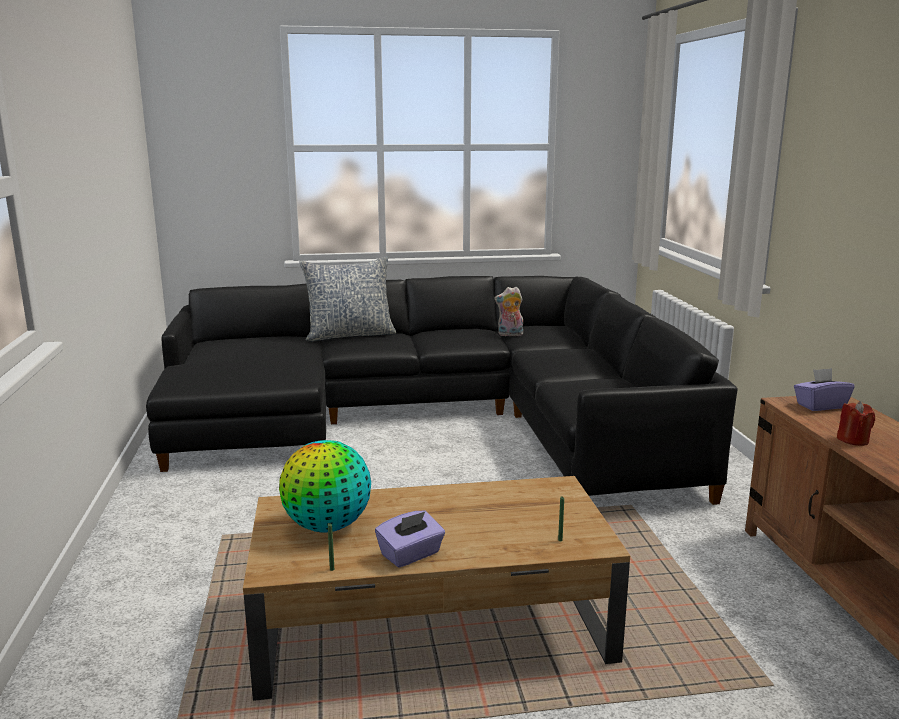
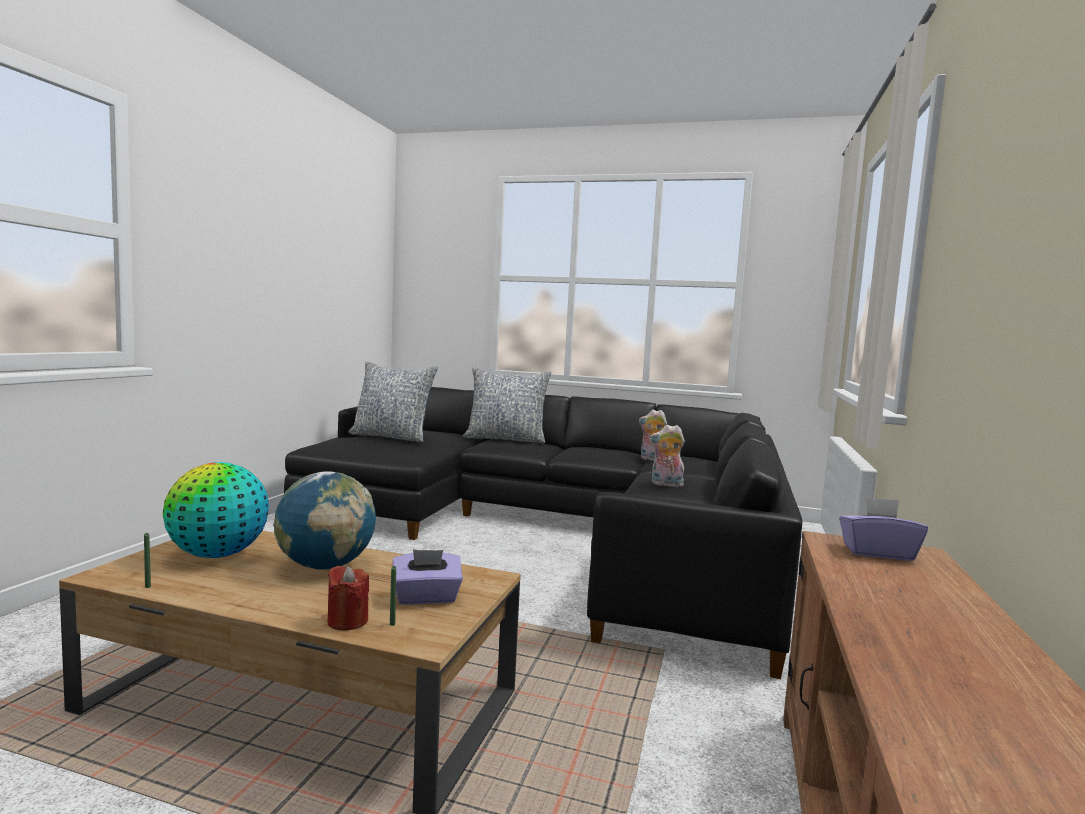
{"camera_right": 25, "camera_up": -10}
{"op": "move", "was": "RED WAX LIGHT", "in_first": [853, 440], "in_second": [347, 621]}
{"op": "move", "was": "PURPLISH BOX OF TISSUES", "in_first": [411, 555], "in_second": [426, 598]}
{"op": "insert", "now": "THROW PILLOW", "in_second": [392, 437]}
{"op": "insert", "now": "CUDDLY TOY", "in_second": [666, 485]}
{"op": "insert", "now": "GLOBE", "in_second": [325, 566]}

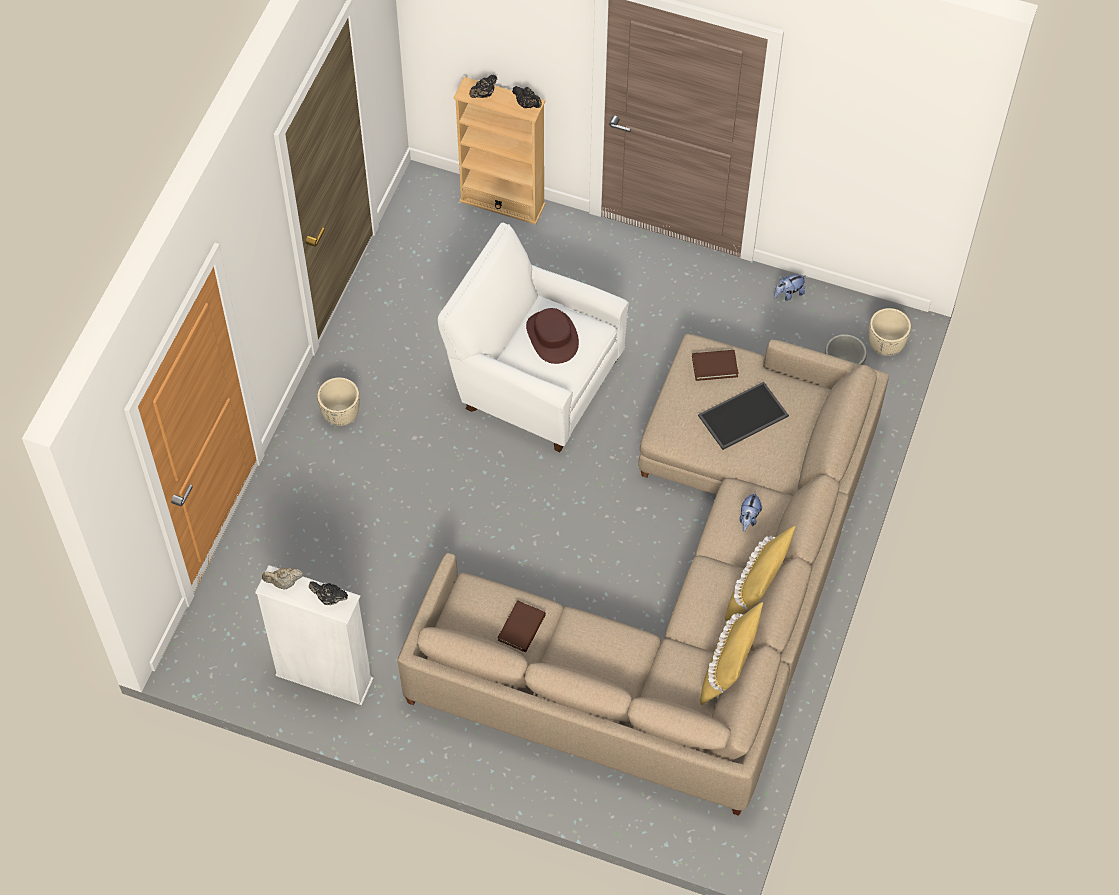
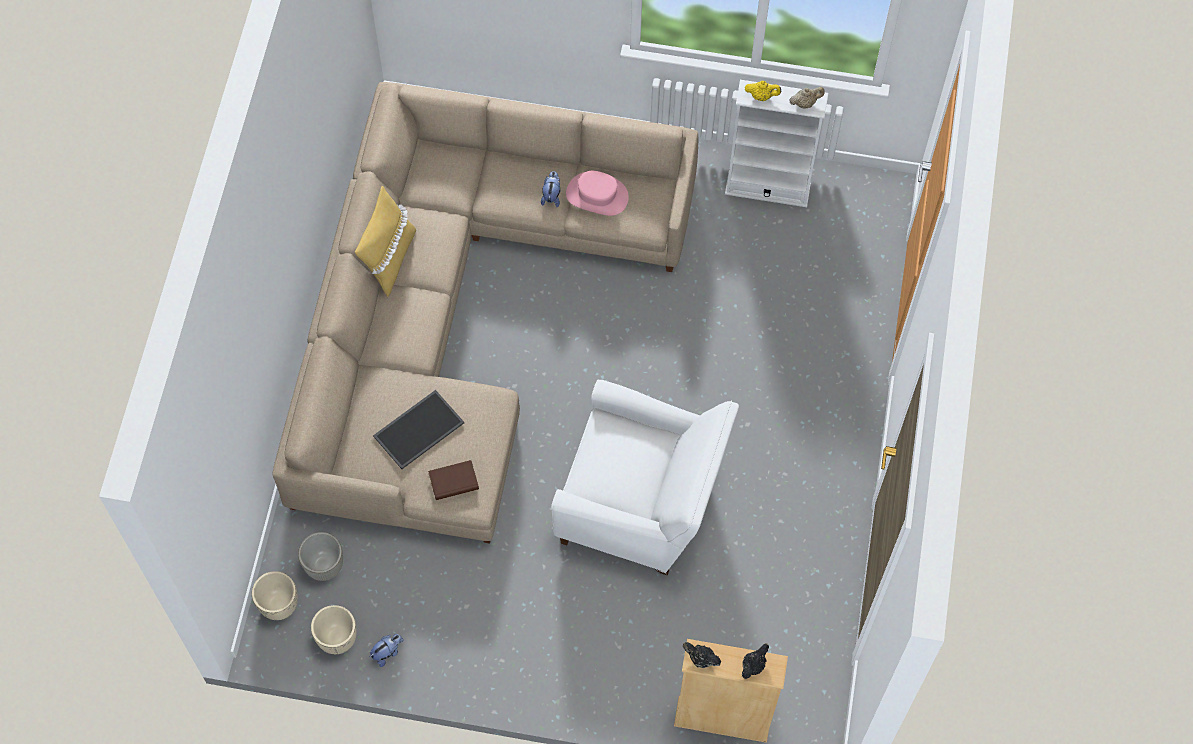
{"camera_right": 170, "camera_up": 5}
{"op": "delete", "was": "BROWN CLOTHING HAT", "in_first": [552, 337]}
{"op": "move", "was": "BEIGE-COLOURED FLOWER POT", "in_first": [340, 415], "in_second": [338, 639]}
{"op": "move", "was": "CUDDLY TOY", "in_first": [748, 518], "in_second": [551, 195]}
{"op": "recolor", "was": "BLACK-COLOURED POT FOR TEA", "now": "YELLOW POT FOR TEA", "in_first": [329, 598], "in_second": [761, 96]}
{"op": "replace", "was": "BROWN BOUND BOOK", "now": "PINK-COLOURED CLOTHING HAT", "in_first": [521, 628], "in_second": [597, 195]}
{"op": "delete", "was": "YELLOW THROW PILLOW", "in_first": [728, 671]}

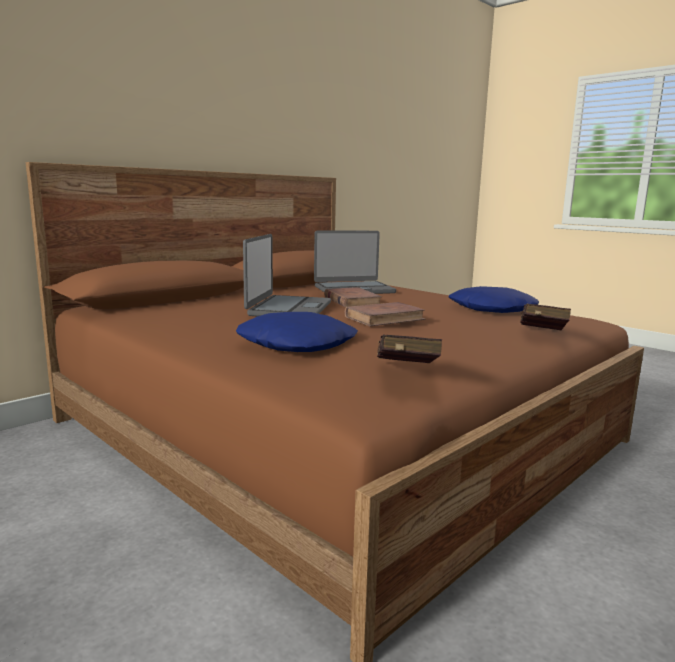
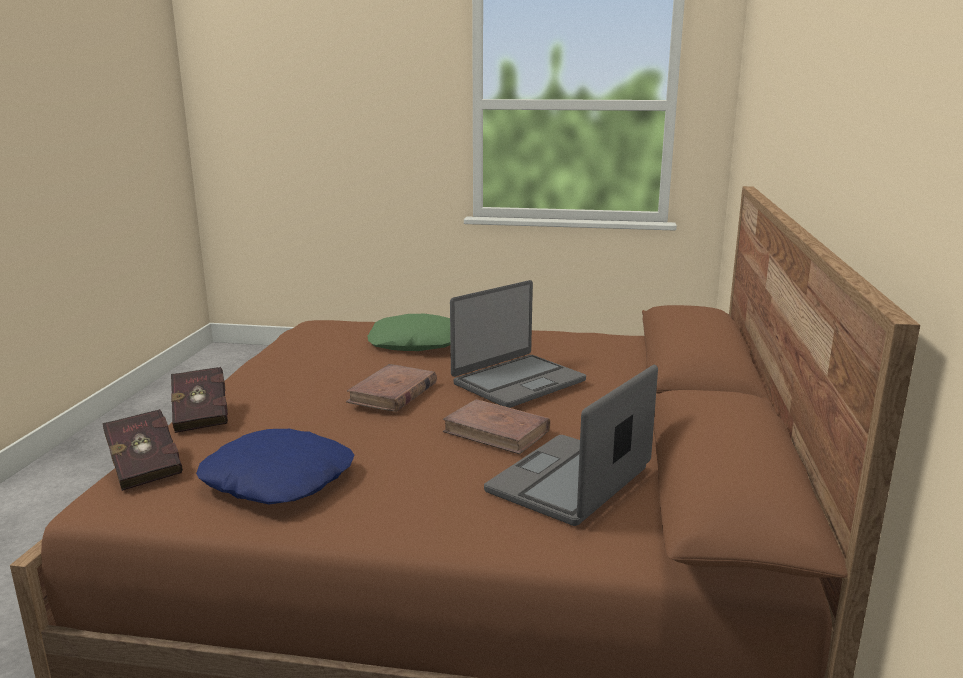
{"camera_right": 145, "camera_up": 5}
{"op": "rotate", "was": "PORTABLE COMPUTER", "in_first": [288, 309], "in_second": [517, 382], "clockwise": -105}
{"op": "recolor", "was": "BLUE-COLOURED THROW PILLOW", "now": "GREEN THROW PILLOW", "in_first": [297, 344], "in_second": [414, 343]}
{"op": "move", "was": "RED BOUND BOOK", "in_first": [405, 373], "in_second": [145, 467]}

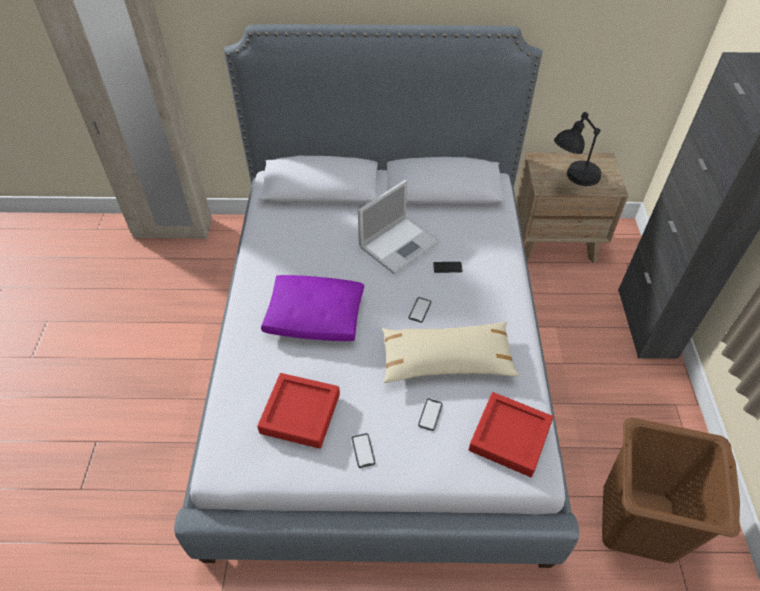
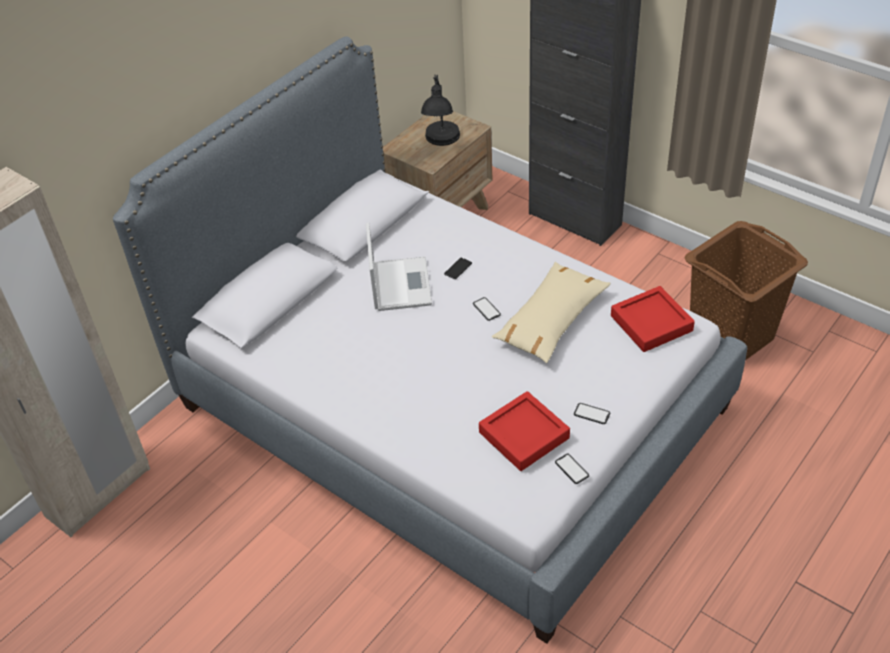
{"camera_right": -50, "camera_up": -5}
{"op": "delete", "was": "PURPLISH THROW PILLOW", "in_first": [316, 316]}
{"op": "move", "was": "HANDSET", "in_first": [430, 415], "in_second": [571, 469]}

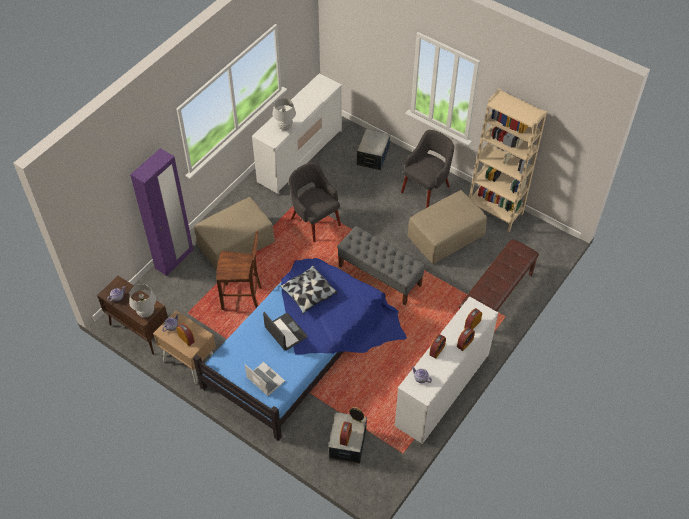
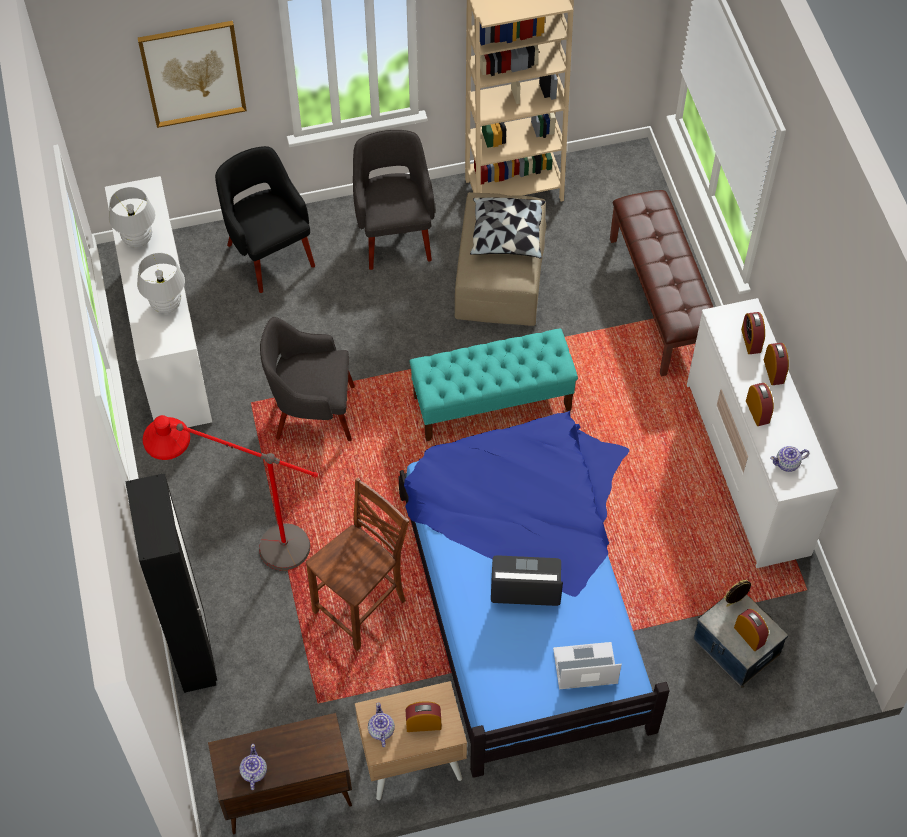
{"camera_right": -50, "camera_up": 5}
{"op": "replace", "was": "STORAGE BOX", "now": "BLACK-COLOURED EASY CHAIR", "in_first": [373, 157], "in_second": [269, 254]}
{"op": "recolor", "was": "PURPLISH CLOTHES CUPBOARD", "now": "BLACK-COLOURED CLOTHES CUPBOARD", "in_first": [174, 259], "in_second": [194, 652]}
{"op": "replace", "was": "BEIGE-COLOURED FOOTREST", "now": "RED STANDING LAMP", "in_first": [235, 243], "in_second": [248, 545]}
{"op": "recolor", "was": "GREY BENCH", "now": "TURQUOISE BENCH", "in_first": [379, 276], "in_second": [491, 403]}
{"op": "move", "was": "THROW PILLOW", "in_first": [308, 294], "in_second": [507, 236]}
{"op": "move", "was": "WHITE-COLOURED LAMP FOR A TABLE", "in_first": [146, 312], "in_second": [138, 239]}
{"op": "insert", "now": "PICTURE", "in_second": [193, 73]}

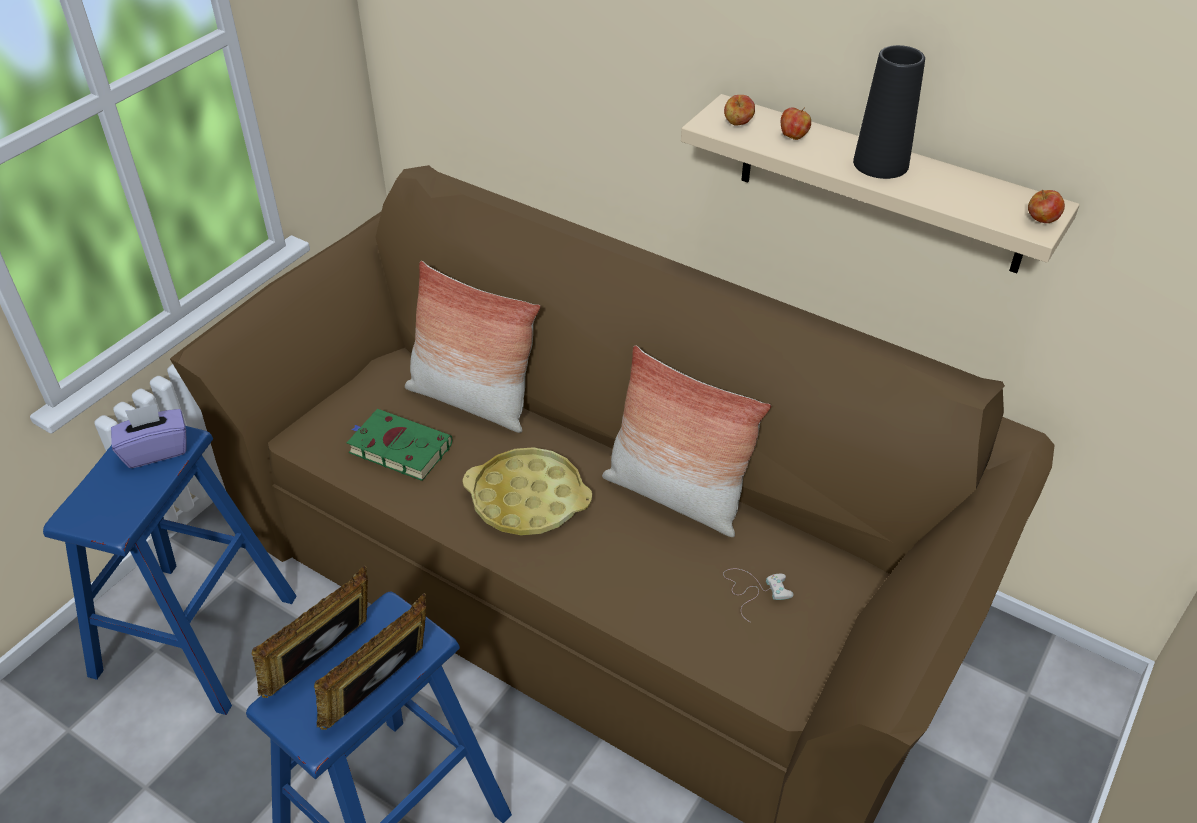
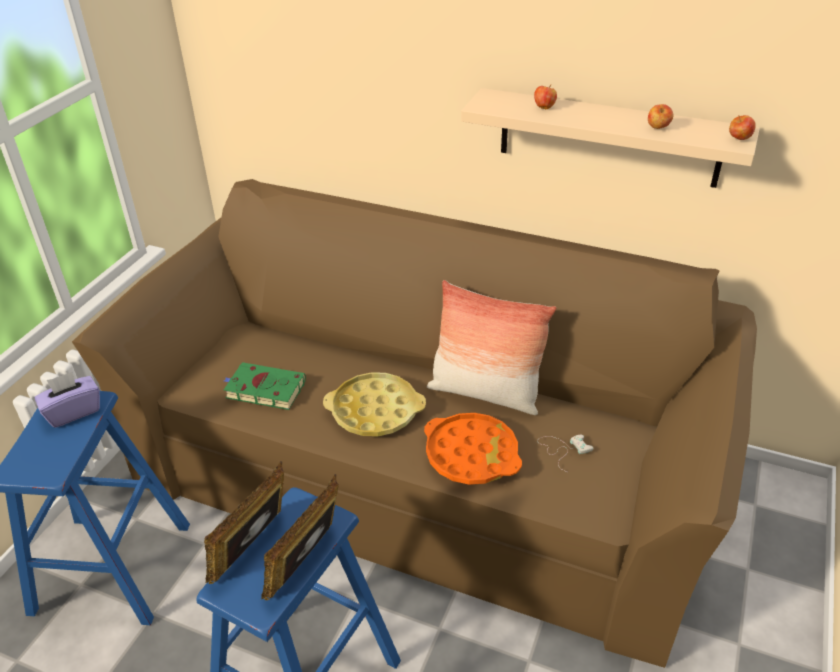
{"camera_right": -10, "camera_up": -5}
{"op": "delete", "was": "BLACK-COLOURED FLOWER VASE", "in_first": [880, 163]}
{"op": "move", "was": "APPLE", "in_first": [738, 124], "in_second": [658, 128]}
{"op": "delete", "was": "THROW PILLOW", "in_first": [471, 400]}
{"op": "insert", "now": "ORANGE-COLOURED SERVING TRAY", "in_second": [471, 454]}

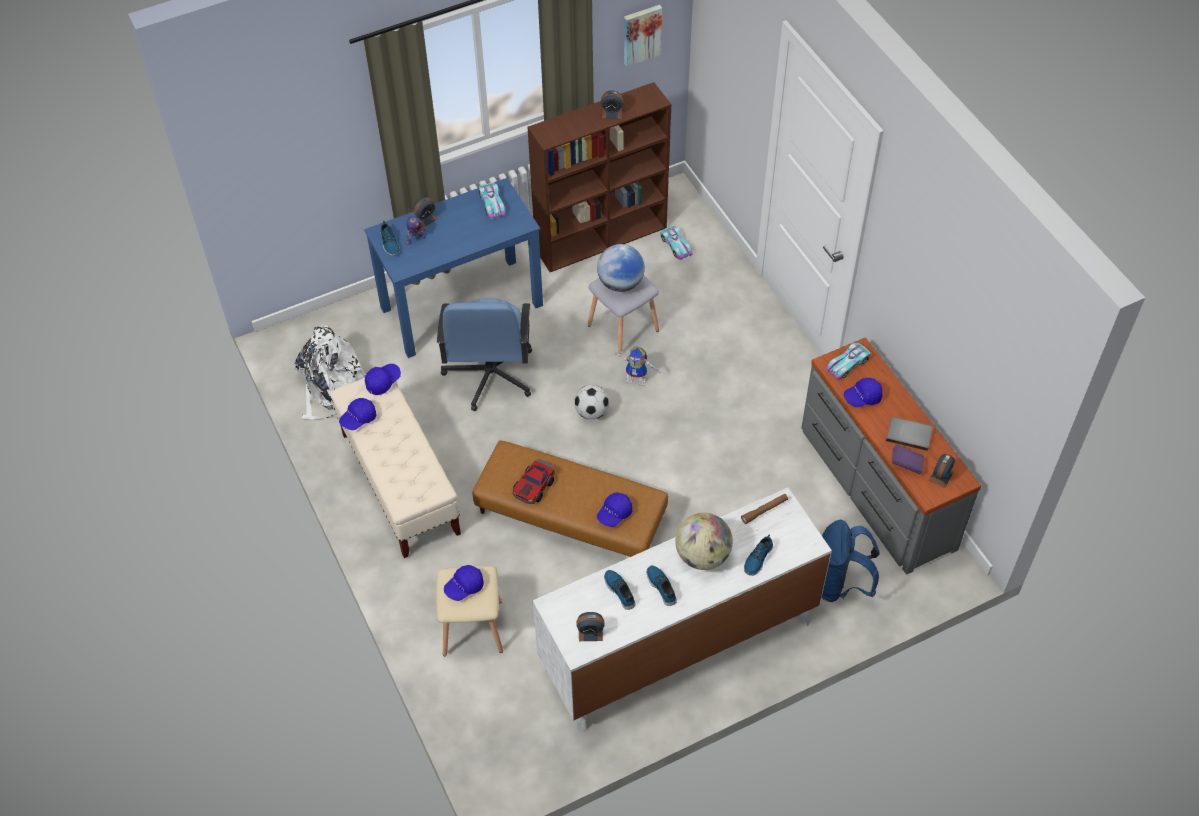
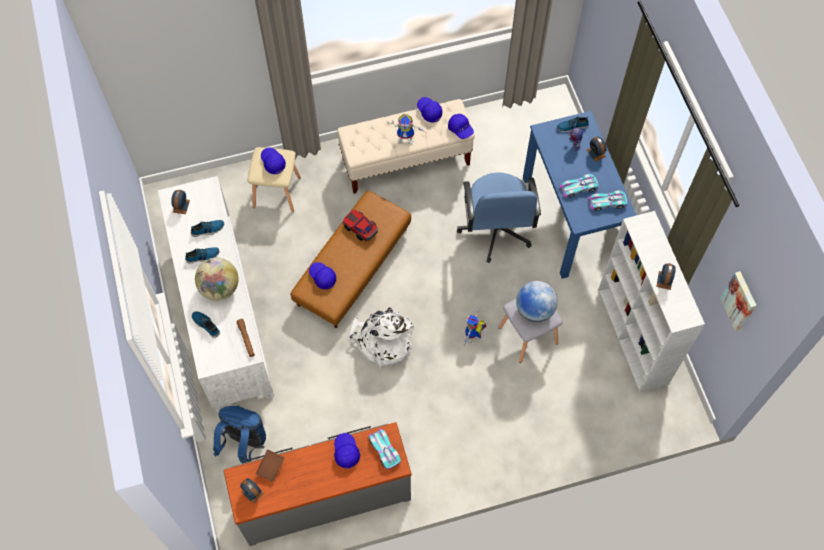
{"camera_right": 100, "camera_up": 10}
{"op": "recolor", "was": "BROWN BOOKSHELF", "now": "WHITE-COLOURED BOOKSHELF", "in_first": [602, 238], "in_second": [633, 337]}
{"op": "move", "was": "MODEL CAR", "in_first": [676, 245], "in_second": [578, 188]}
{"op": "rotate", "was": "BLUE-COLOURED COMPUTER CHAIR", "in_first": [489, 375], "in_second": [495, 230], "clockwise": -105}
{"op": "move", "was": "WHITE-COLOURED KNAPSACK", "in_first": [330, 387], "in_second": [383, 342]}
{"op": "delete", "was": "BALL FOR FOOTBALL", "in_first": [592, 412]}
{"op": "delete", "was": "GREY BOUND BOOK", "in_first": [909, 433]}
{"op": "recolor", "was": "PURPLISH BOUND BOOK", "now": "BROWN BOUND BOOK", "in_first": [906, 464], "in_second": [271, 468]}
{"op": "insert", "now": "TOY ROBOT", "in_second": [407, 138]}

